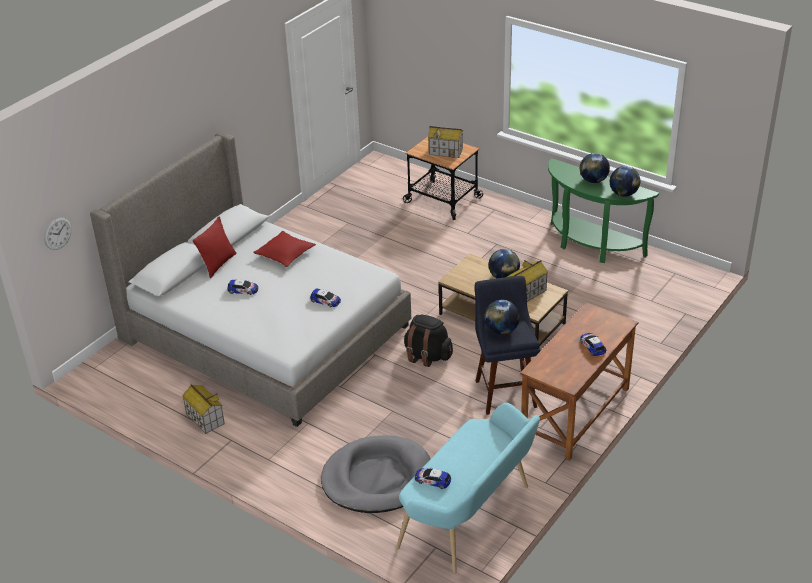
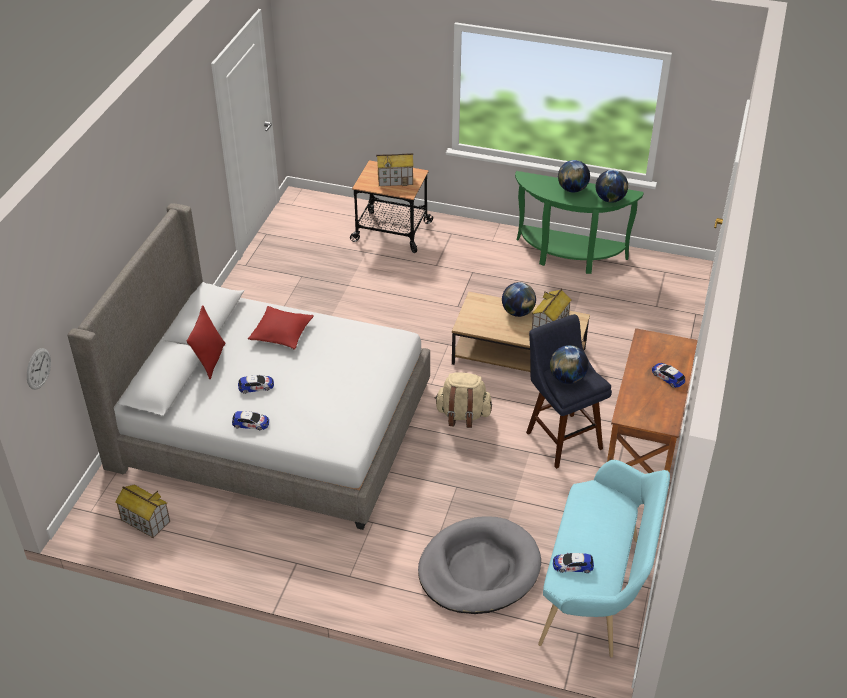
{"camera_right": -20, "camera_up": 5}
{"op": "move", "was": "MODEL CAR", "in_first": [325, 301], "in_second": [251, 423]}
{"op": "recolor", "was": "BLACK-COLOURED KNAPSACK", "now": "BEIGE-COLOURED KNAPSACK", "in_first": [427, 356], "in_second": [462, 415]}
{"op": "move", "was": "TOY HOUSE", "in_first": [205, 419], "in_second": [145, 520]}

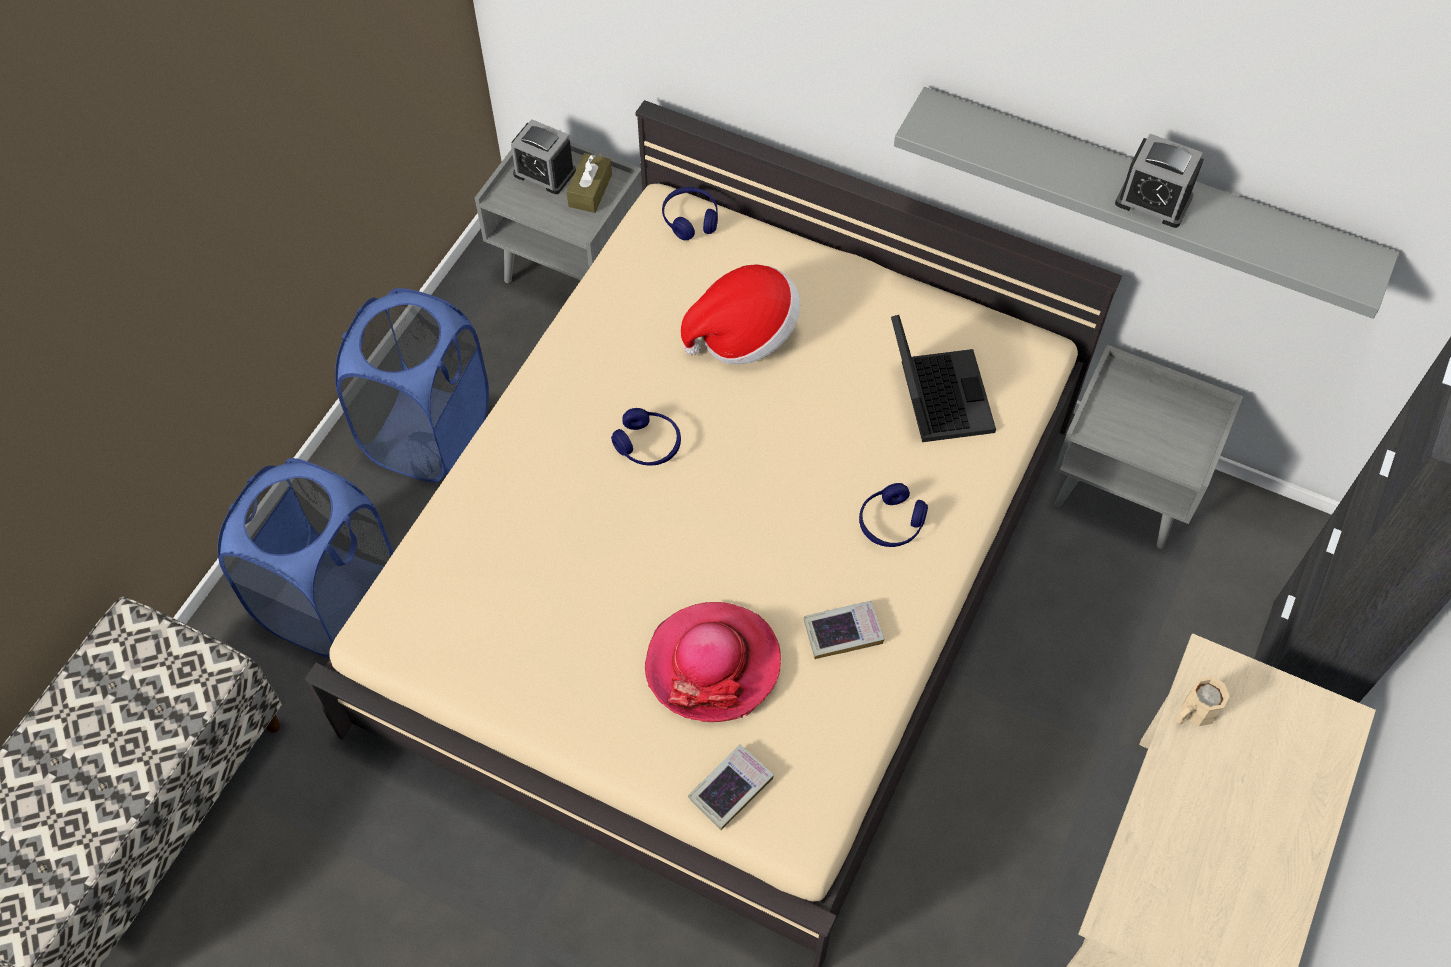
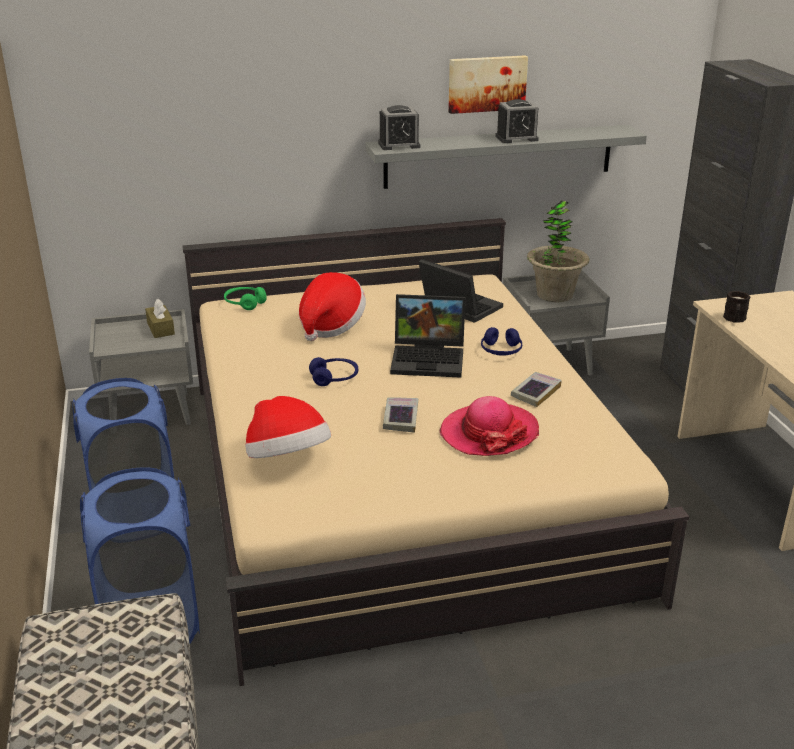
{"camera_right": -40, "camera_up": -30}
{"op": "move", "was": "ALARM CLOCK", "in_first": [544, 173], "in_second": [399, 145]}
{"op": "recolor", "was": "BLUE-COLOURED PAIR OF HEADPHONES", "now": "GREEN PAIR OF HEADPHONES", "in_first": [690, 219], "in_second": [245, 303]}
{"op": "recolor", "was": "BEIGE-COLOURED TEA MUG", "now": "BLACK-COLOURED TEA MUG", "in_first": [1193, 713], "in_second": [734, 320]}
{"op": "move", "was": "BOUND BOOK", "in_first": [730, 789], "in_second": [400, 418]}
{"op": "insert", "now": "PICTURE", "in_second": [486, 83]}
{"op": "insert", "now": "POTTED PLANT", "in_second": [554, 294]}
{"op": "insert", "now": "PORTABLE COMPUTER", "in_second": [430, 359]}
{"op": "insert", "now": "CLOTHING HAT", "in_second": [288, 459]}

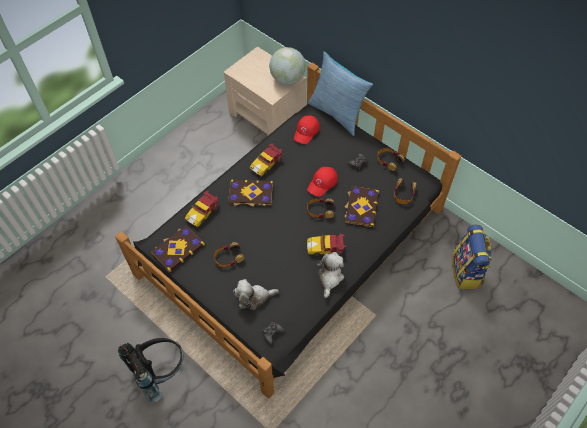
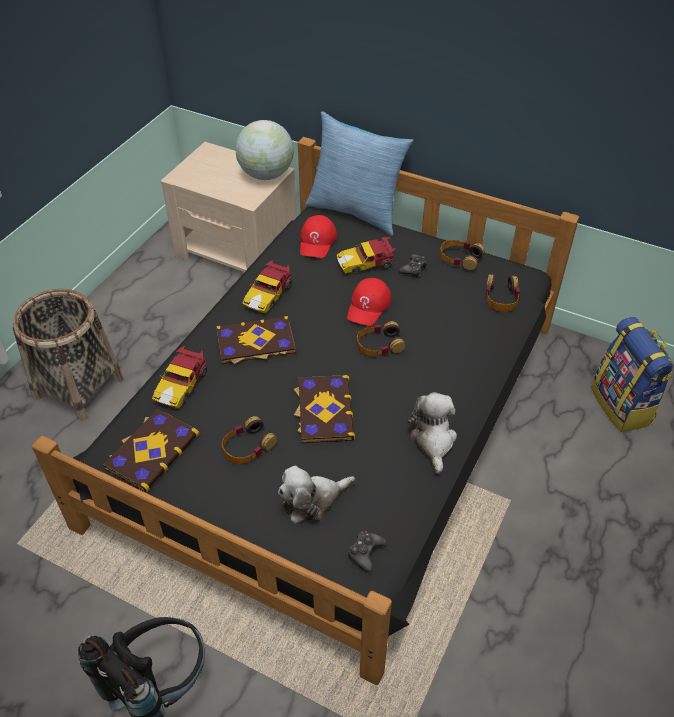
{"camera_right": -15, "camera_up": -10}
{"op": "move", "was": "BOUND BOOK", "in_first": [361, 207], "in_second": [324, 410]}
{"op": "move", "was": "MODEL CAR", "in_first": [326, 248], "in_second": [366, 263]}
{"op": "insert", "now": "BASKET", "in_second": [79, 387]}

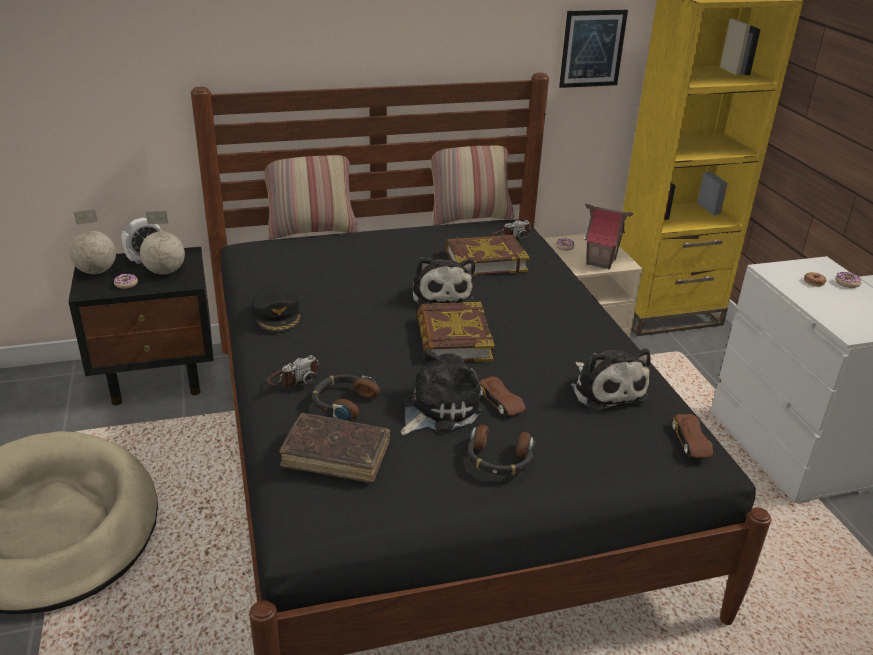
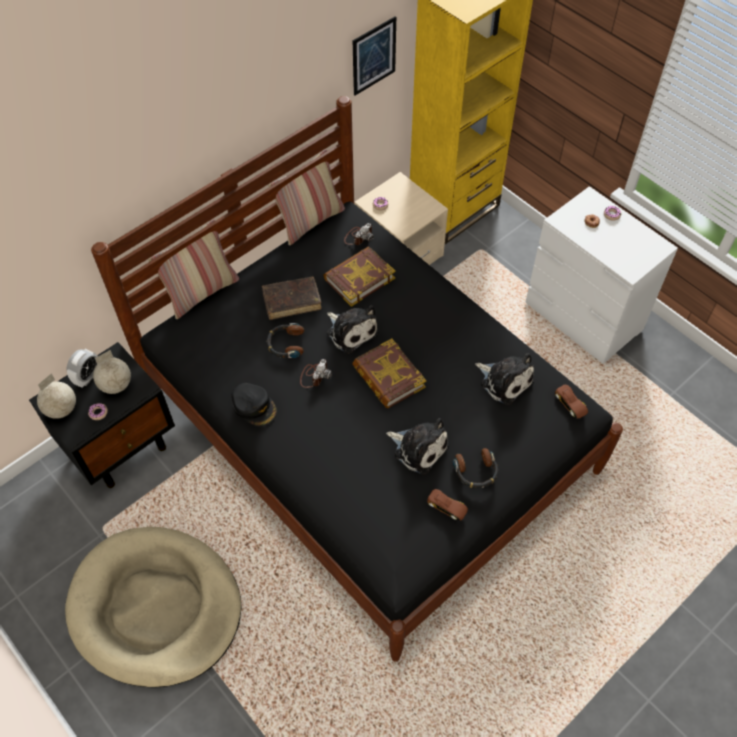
{"camera_right": -25, "camera_up": 25}
{"op": "delete", "was": "TOY HOUSE", "in_first": [600, 262]}
{"op": "rotate", "was": "CUDDLY TOY", "in_first": [438, 409], "in_second": [418, 448], "clockwise": 105}
{"op": "move", "was": "STILL CAMERA", "in_first": [294, 377], "in_second": [314, 375]}
{"op": "move", "was": "PAIR OF HEADPHONES", "in_first": [343, 402], "in_second": [285, 344]}
{"op": "move", "was": "BROWN MODEL CAR", "in_first": [501, 401], "in_second": [447, 506]}
{"op": "move", "was": "BROWN BOUND BOOK", "in_first": [336, 455], "in_second": [292, 301]}

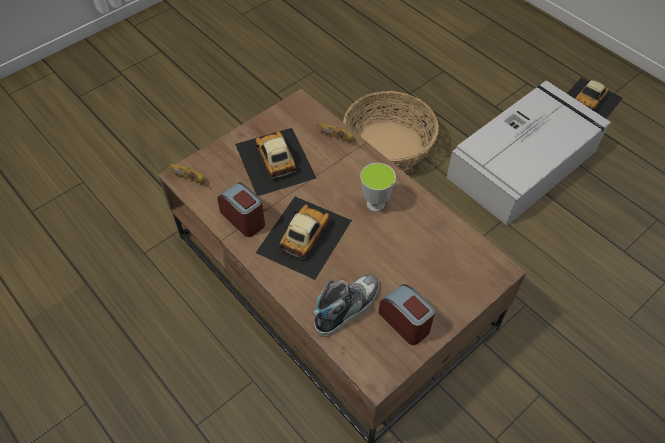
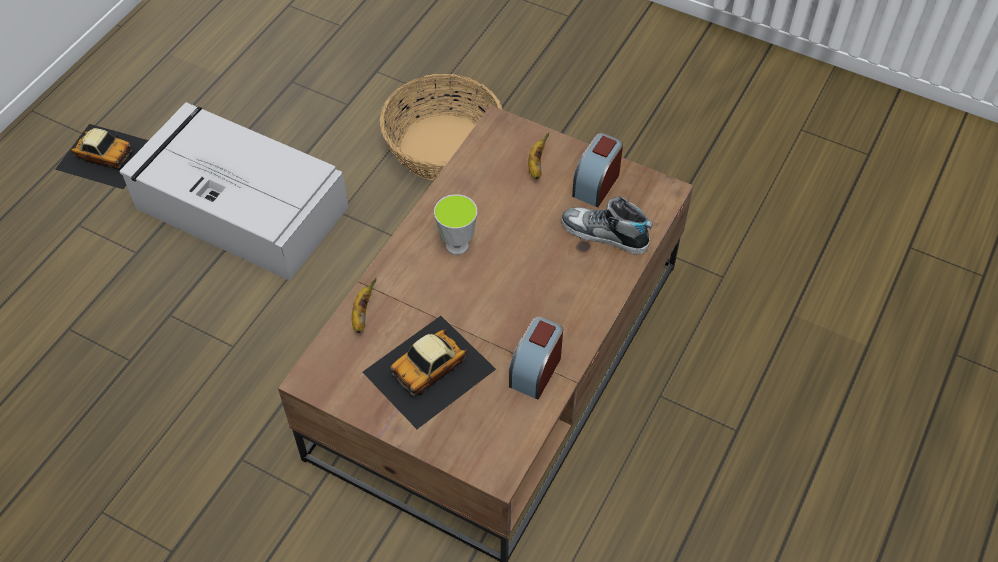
{"camera_right": -110, "camera_up": 0}
{"op": "move", "was": "BASKET", "in_first": [388, 146], "in_second": [442, 147]}
{"op": "move", "was": "WHOLE BANANA", "in_first": [190, 178], "in_second": [536, 165]}
{"op": "delete", "was": "MODEL CAR", "in_first": [303, 236]}

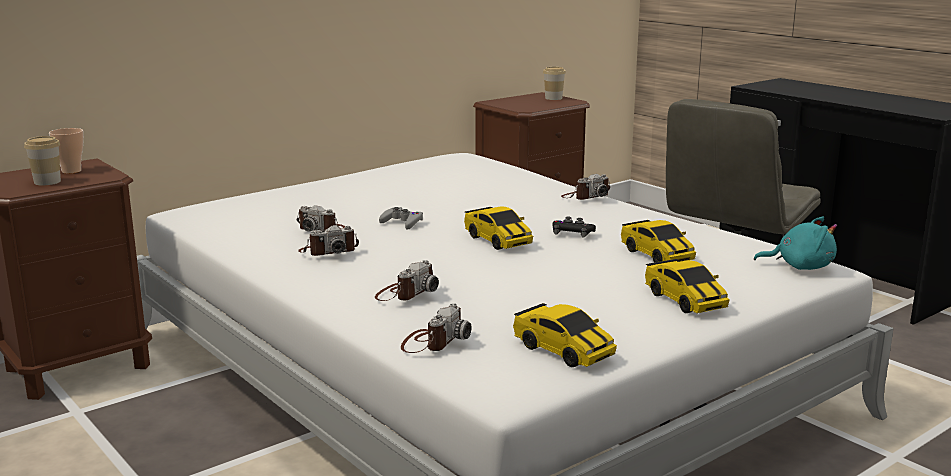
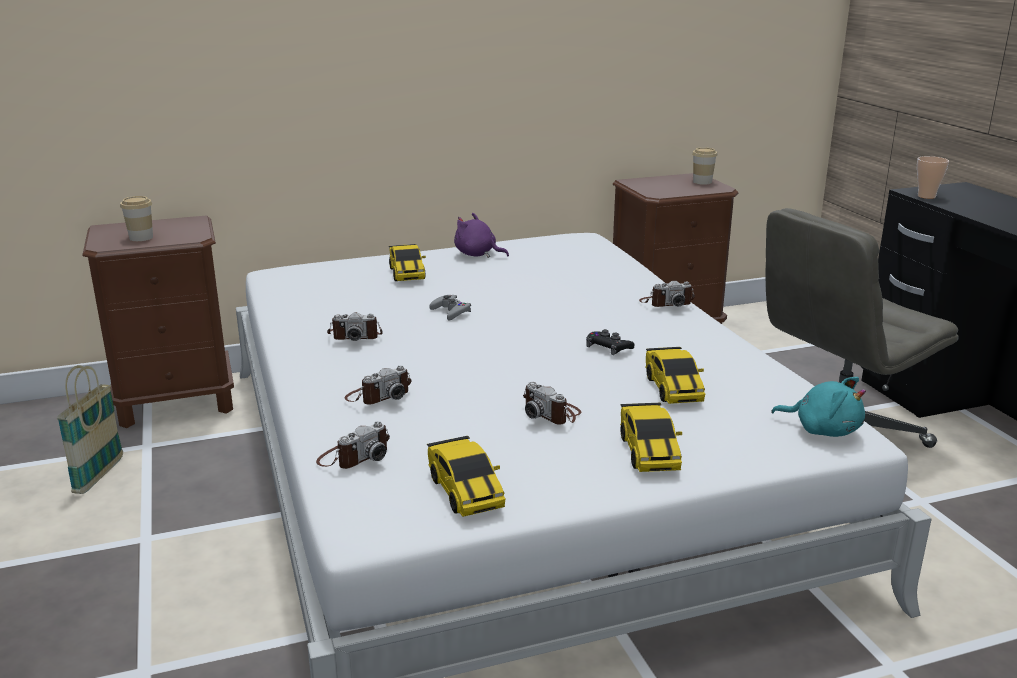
{"camera_right": 20, "camera_up": 5}
{"op": "move", "was": "CUP", "in_first": [71, 171], "in_second": [926, 196]}
{"op": "move", "was": "STILL CAMERA", "in_first": [322, 229], "in_second": [552, 413]}
{"op": "move", "was": "MODEL CAR", "in_first": [497, 240], "in_second": [407, 273]}
{"op": "insert", "now": "PURPLISH CUDDLY TOY", "in_second": [477, 254]}
{"op": "insert", "now": "BASKET", "in_second": [99, 475]}

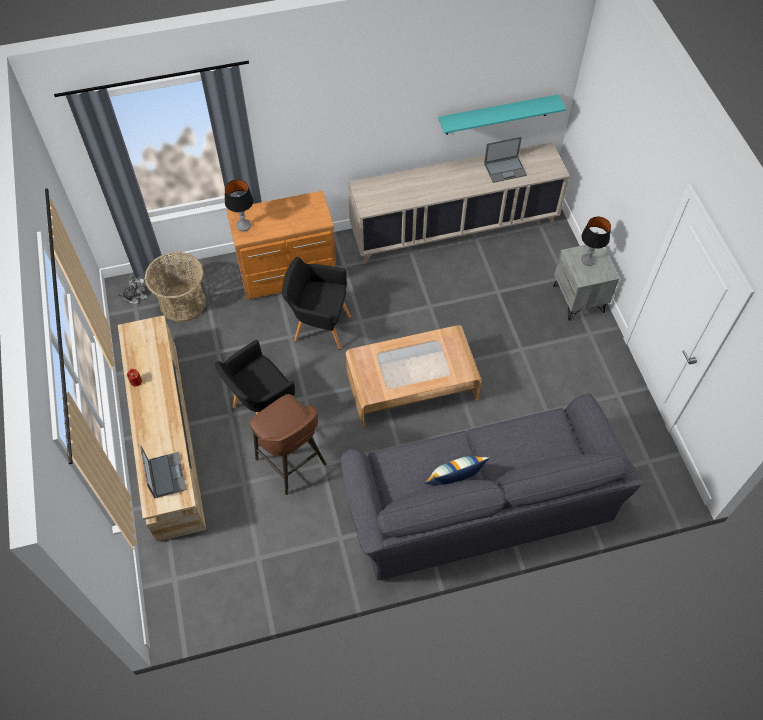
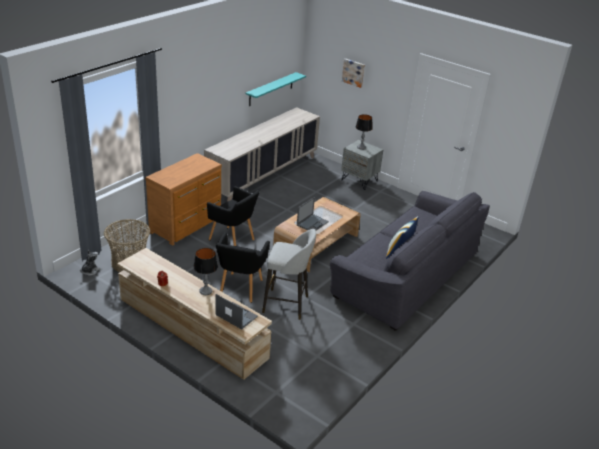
{"camera_right": -40, "camera_up": -25}
{"op": "move", "was": "PORTABLE COMPUTER", "in_first": [505, 169], "in_second": [312, 223]}
{"op": "move", "was": "LAMP FOR A TABLE", "in_first": [244, 225], "in_second": [206, 291]}
{"op": "rotate", "was": "BLACK-COLOURED EASY CHAIR", "in_first": [319, 327], "in_second": [233, 240], "clockwise": -120}
{"op": "recolor", "was": "BROWN STOOL SEAT", "now": "GREY STOOL SEAT", "in_first": [292, 463], "in_second": [287, 304]}
{"op": "insert", "now": "PICTURE", "in_second": [353, 72]}

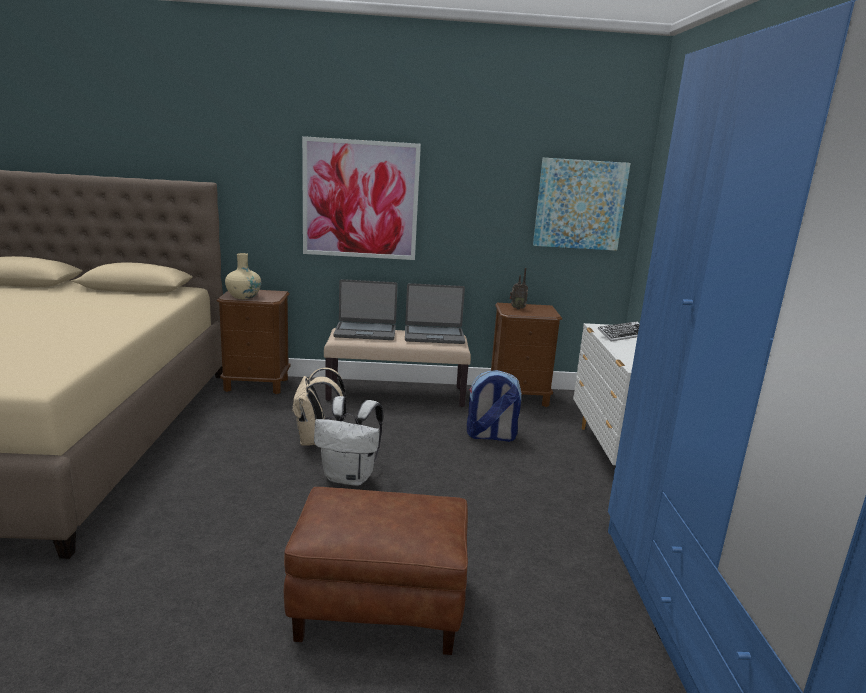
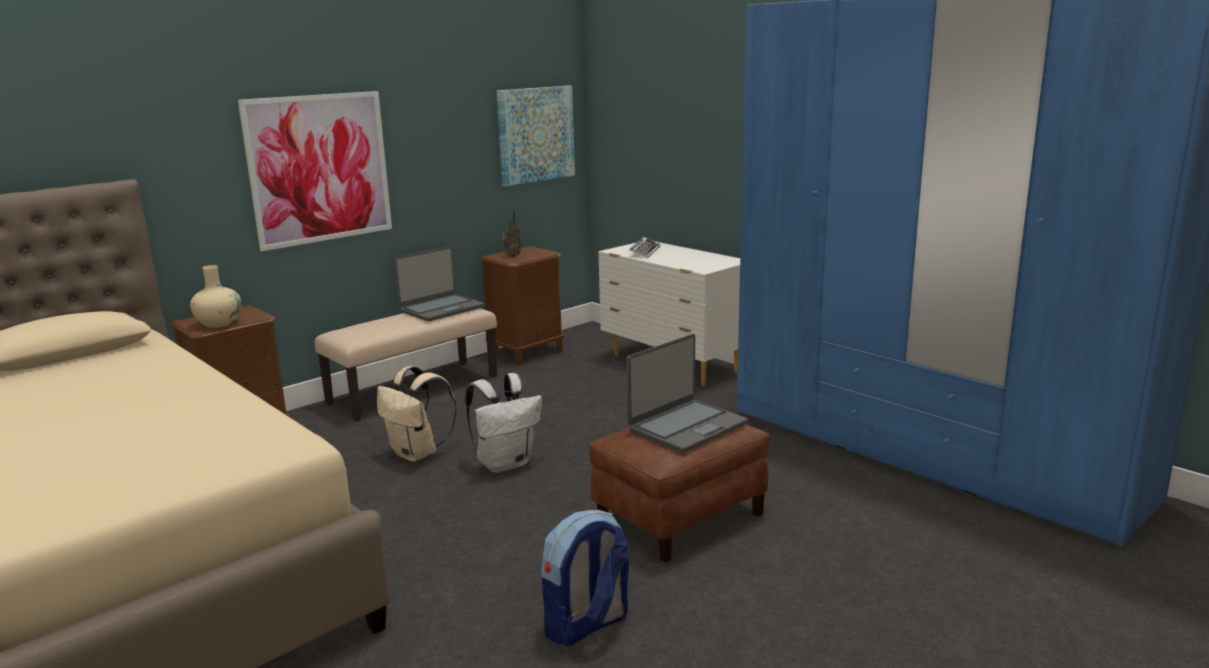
{"camera_right": -40, "camera_up": 0}
{"op": "move", "was": "PORTABLE COMPUTER", "in_first": [365, 332], "in_second": [687, 427]}
{"op": "move", "was": "KNAPSACK", "in_first": [490, 436], "in_second": [586, 625]}

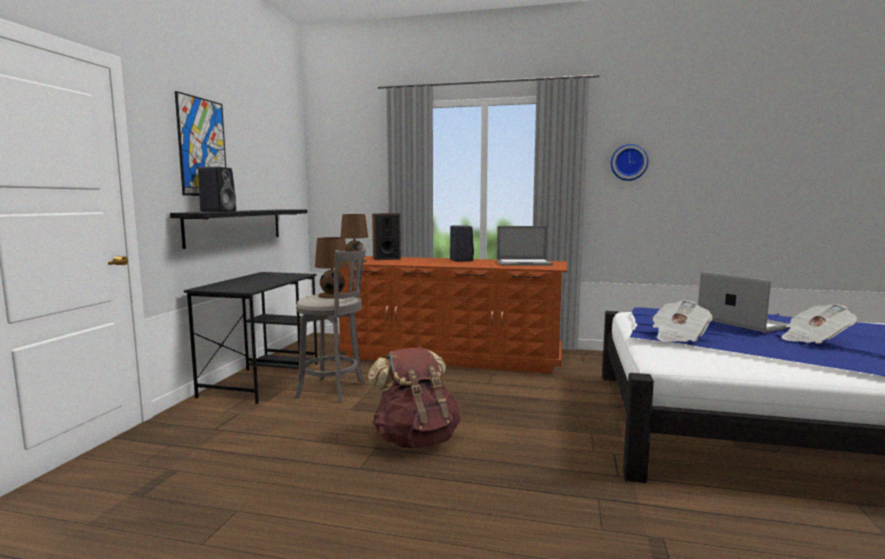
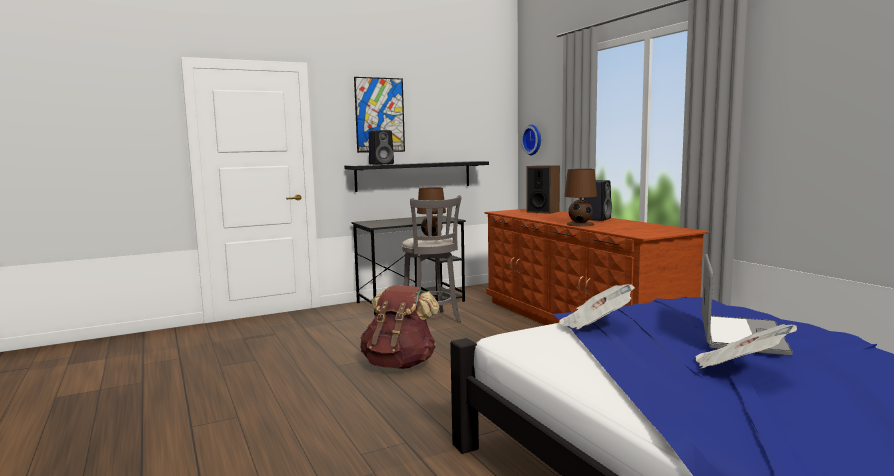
{"camera_right": 50, "camera_up": 0}
{"op": "move", "was": "HANGING CLOCK", "in_first": [628, 162], "in_second": [533, 139]}
{"op": "move", "was": "BROWN LAMP FOR A TABLE", "in_first": [355, 261], "in_second": [580, 224]}
{"op": "delete", "was": "PORTABLE COMPUTER", "in_first": [523, 263]}

